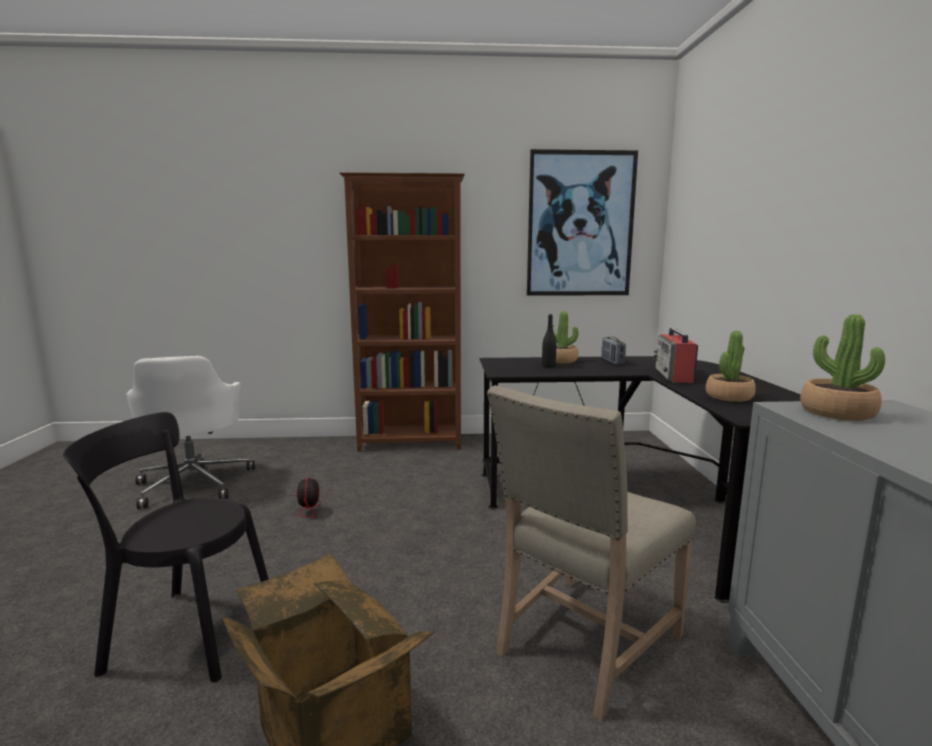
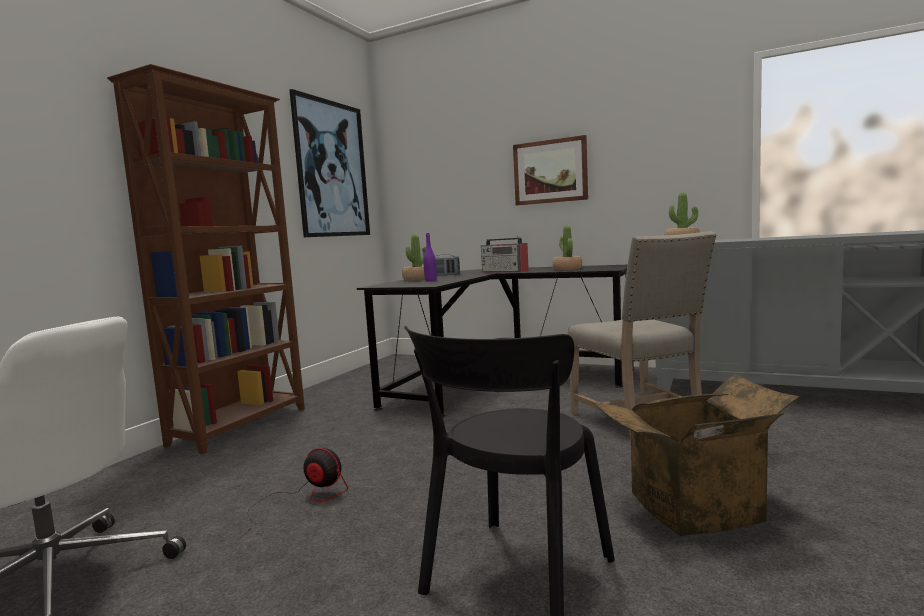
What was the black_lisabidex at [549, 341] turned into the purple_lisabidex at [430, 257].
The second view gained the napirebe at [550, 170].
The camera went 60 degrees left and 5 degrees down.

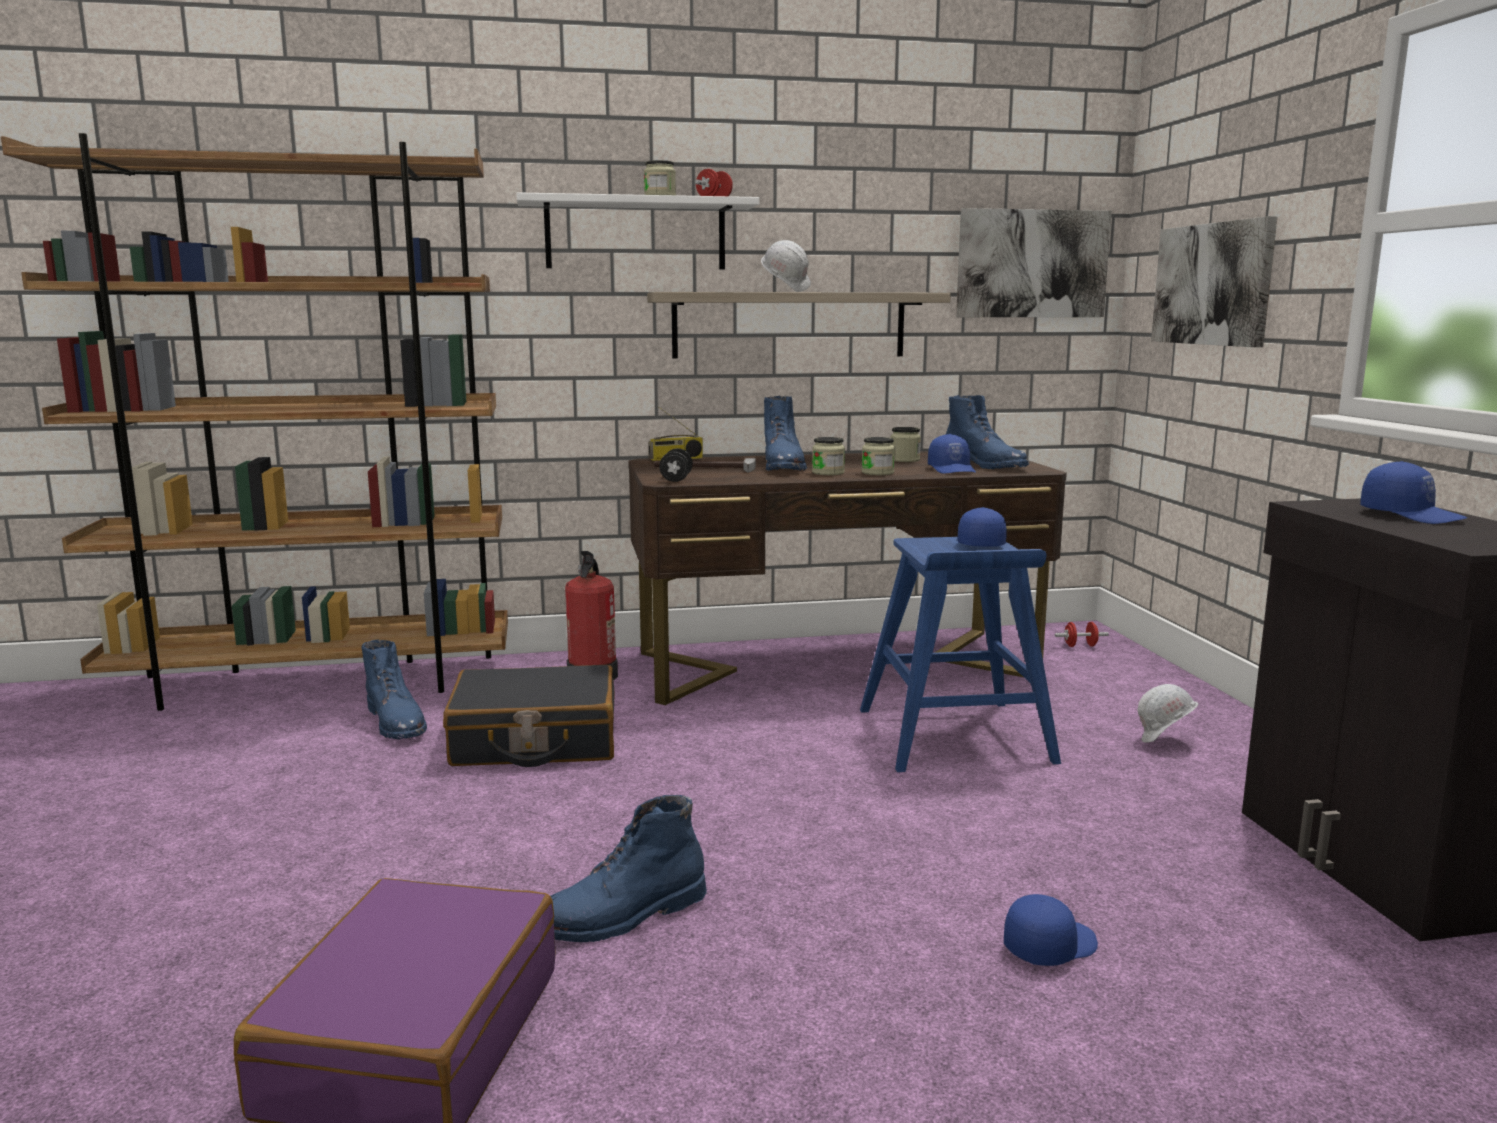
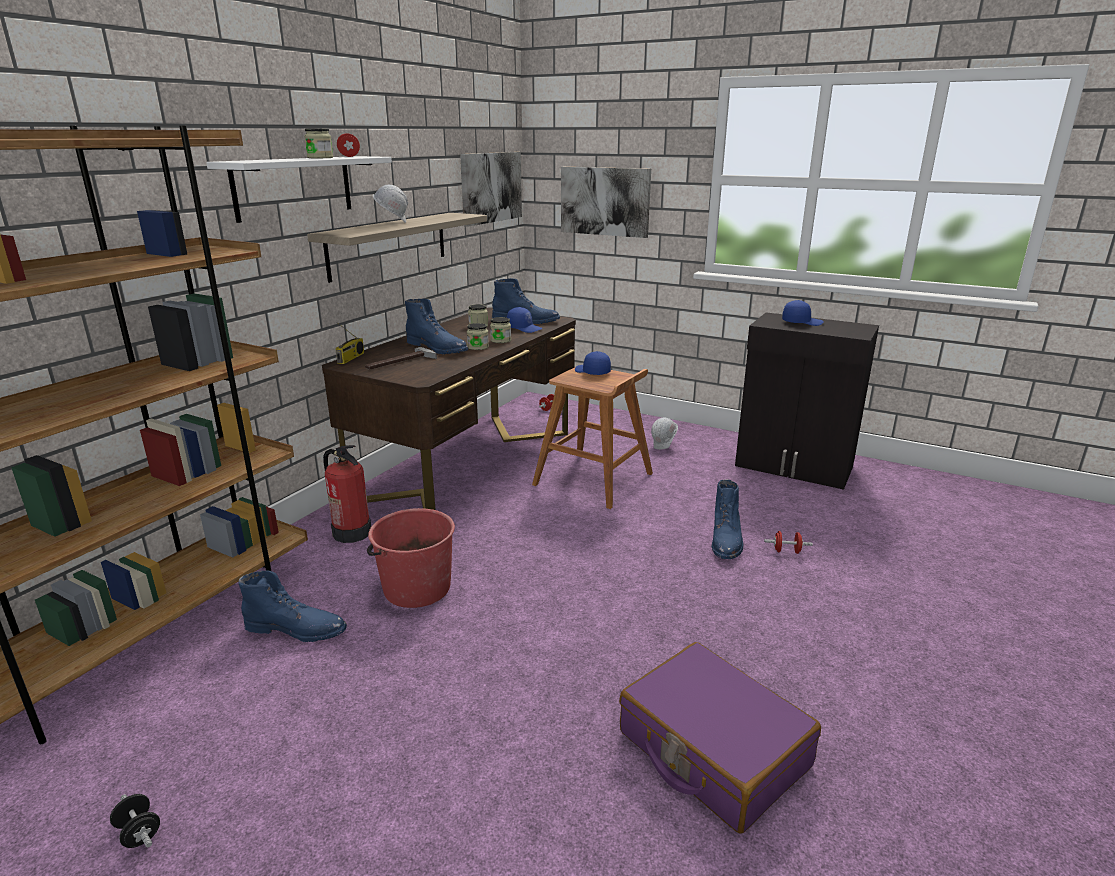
The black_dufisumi ended up elsewhere, having gone from [676, 465] to [135, 821].
What was the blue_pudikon at [960, 654] turned into the brown_pudikon at [592, 438].
Where the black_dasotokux stood at [529, 716], the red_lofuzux came to stand at [411, 558].
The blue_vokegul ended up elsewhere, having gone from [629, 868] to [727, 519].
Where the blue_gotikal stood at [1051, 930], the red_dufisumi came to stand at [788, 542].
The camera went 50 degrees left and 10 degrees up.

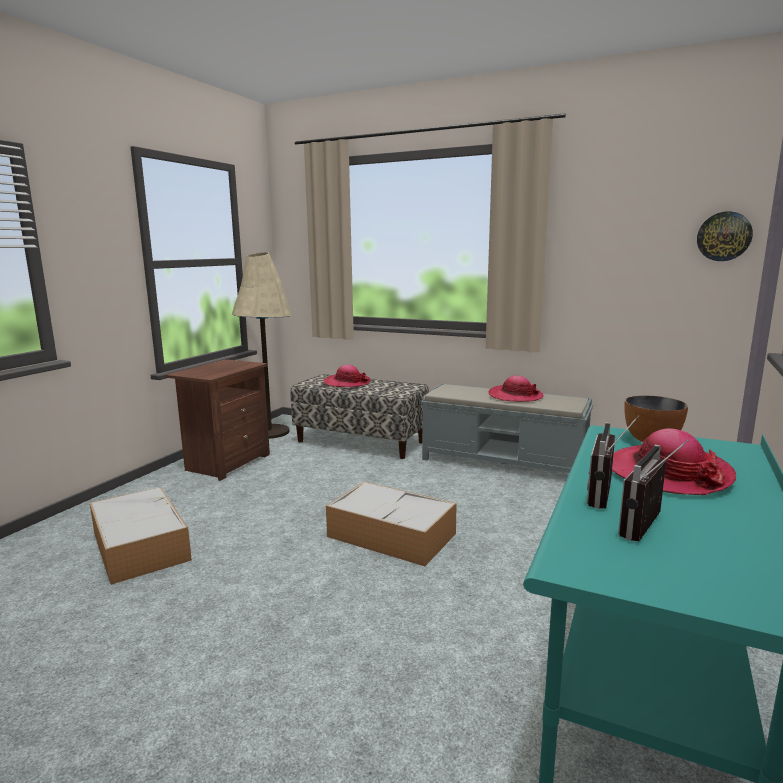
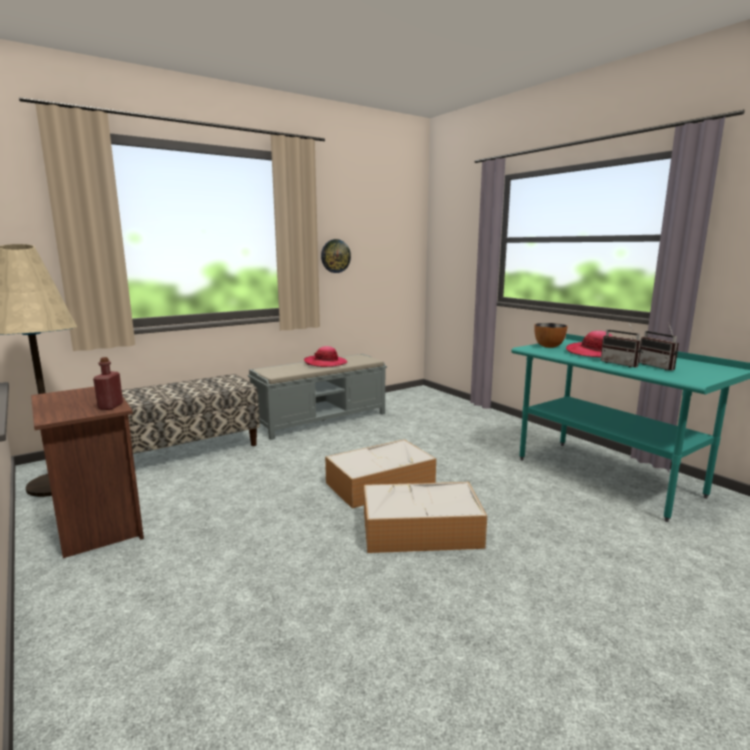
The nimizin ended up elsewhere, having gone from [725, 236] to [336, 256].
The second view lost the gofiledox at [347, 376].
The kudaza ended up elsewhere, having gone from [141, 536] to [425, 517].
The second view gained the red_lisabidex at [108, 383].
The camera went 60 degrees left and 0 degrees up.

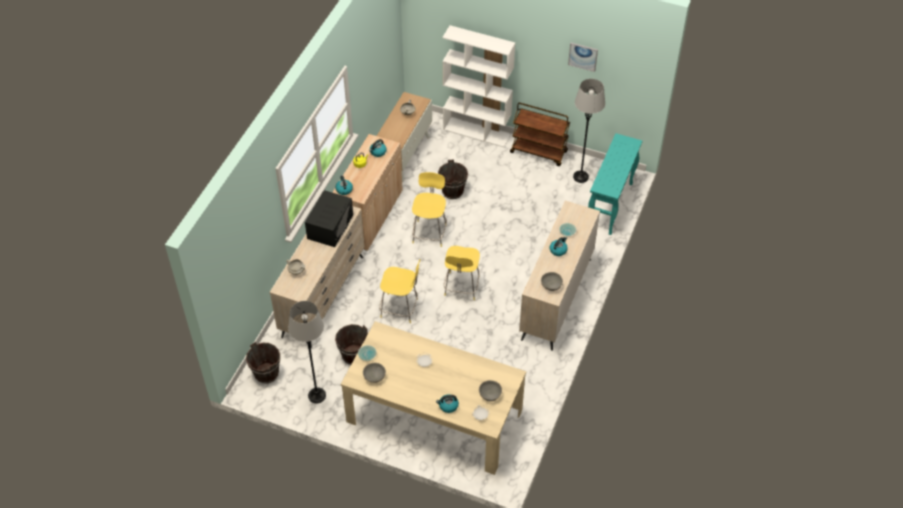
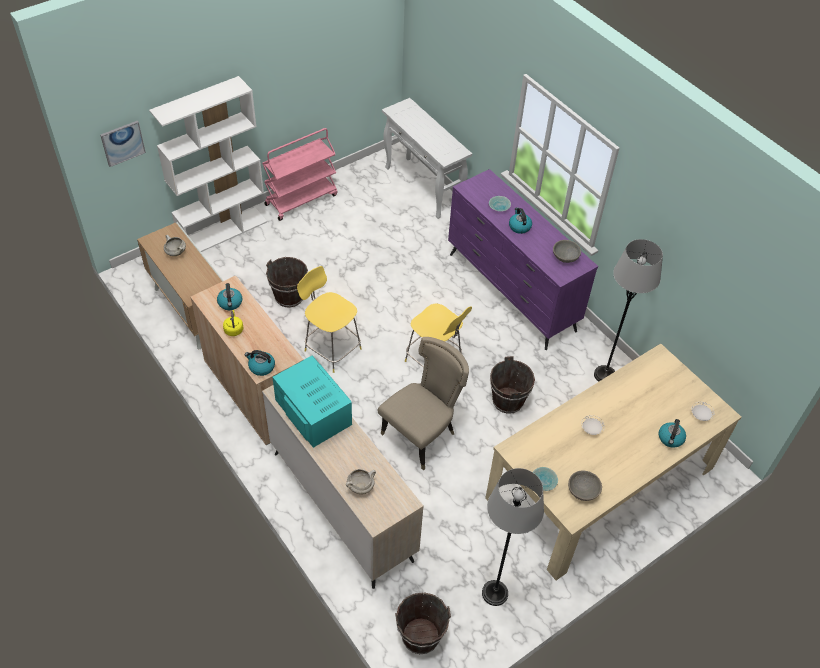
The napirebe ended up elsewhere, having gone from [583, 57] to [123, 144].
The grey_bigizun ended up elsewhere, having gone from [589, 131] to [628, 310].
What was the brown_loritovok at [540, 134] turned into the pink_loritovok at [300, 174].
What was the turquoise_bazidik at [615, 184] turned into the white_bazidik at [427, 158].
What was the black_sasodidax at [329, 218] turned into the turquoise_sasodidax at [312, 402].
What was the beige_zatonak at [559, 276] turned into the purple_zatonak at [523, 259].
Where the yellow_pudikon stood at [400, 291], the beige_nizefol came to stand at [423, 404].
The brown_lofuzux ended up elsewhere, having gone from [351, 344] to [512, 385].
The second view lost the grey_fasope at [490, 390].
The camera went 60 degrees left and 0 degrees up.

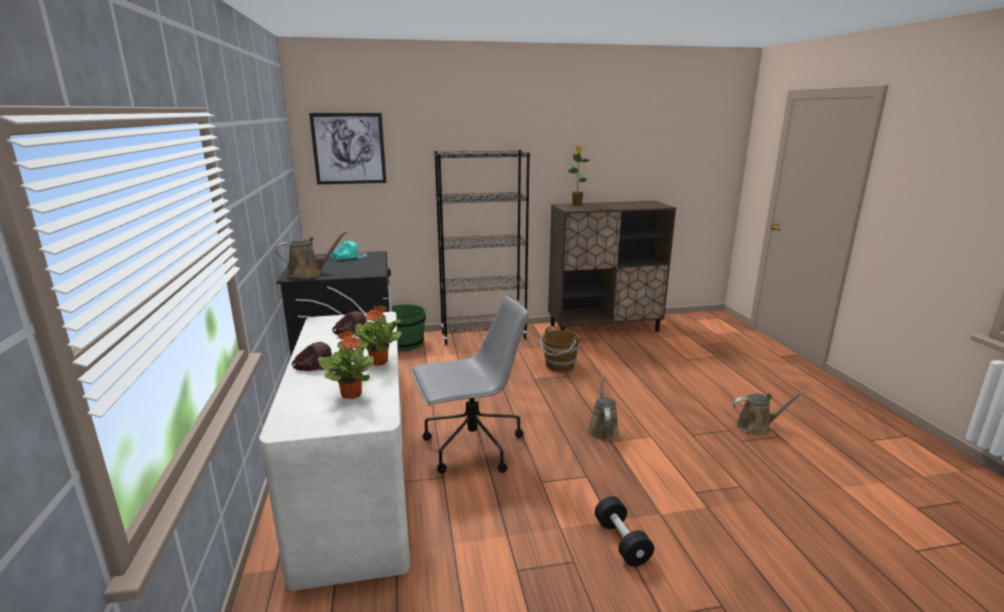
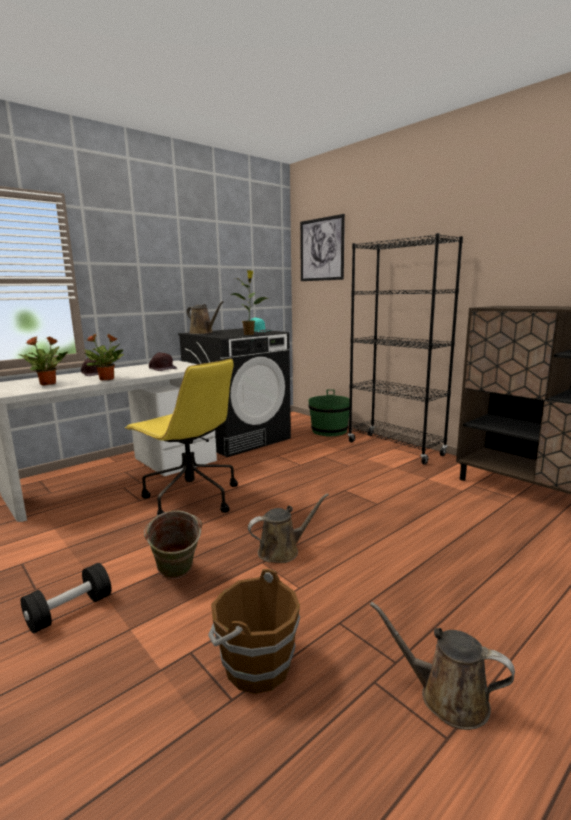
The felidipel ended up elsewhere, having gone from [579, 175] to [249, 302].
What was the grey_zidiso at [470, 384] turned into the yellow_zidiso at [181, 437].
The brown_lofuzux ended up elsewhere, having gone from [560, 349] to [254, 631].
The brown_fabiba at [769, 413] ended up facing another way, 150 degrees clockwise from before.
The second view gained the green_lofuzux at [173, 544].
The camera went 60 degrees right and 5 degrees down.

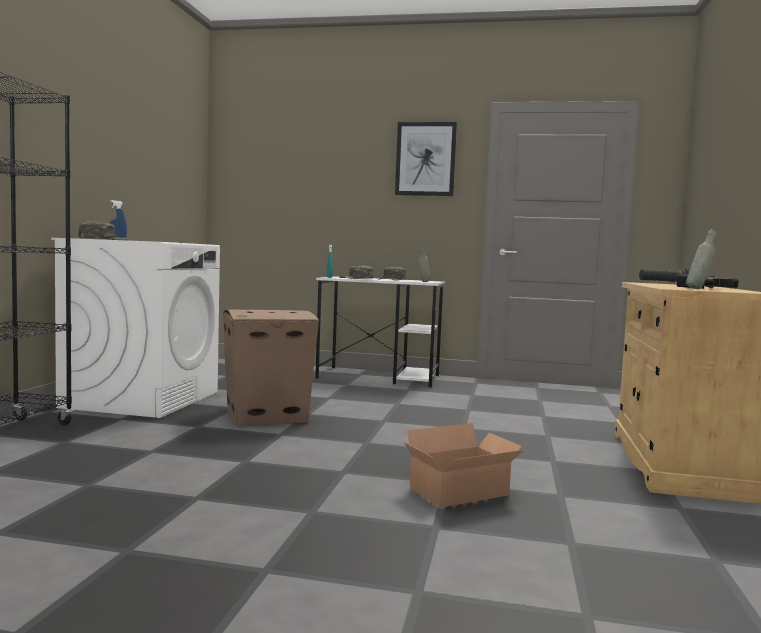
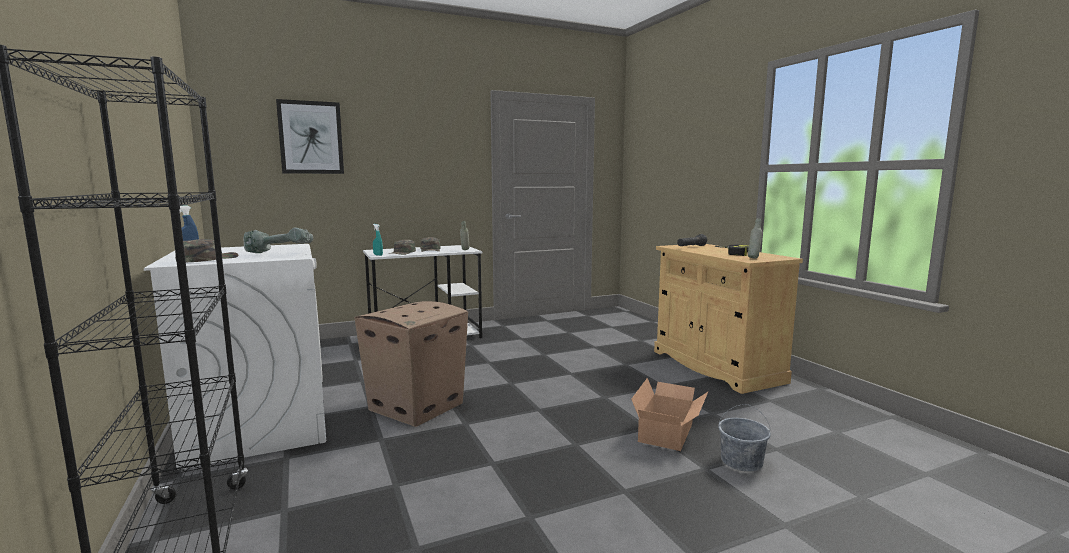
The napirebe ended up elsewhere, having gone from [426, 159] to [310, 136].
The second view gained the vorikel at [278, 240].
The second view gained the grey_lofuzux at [744, 438].
The camera went 35 degrees left and 5 degrees up.

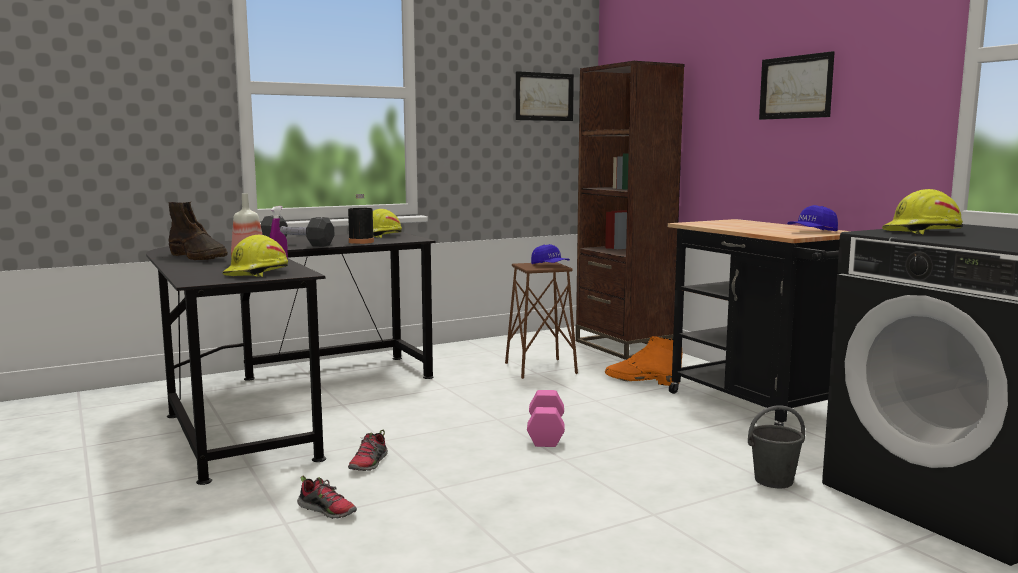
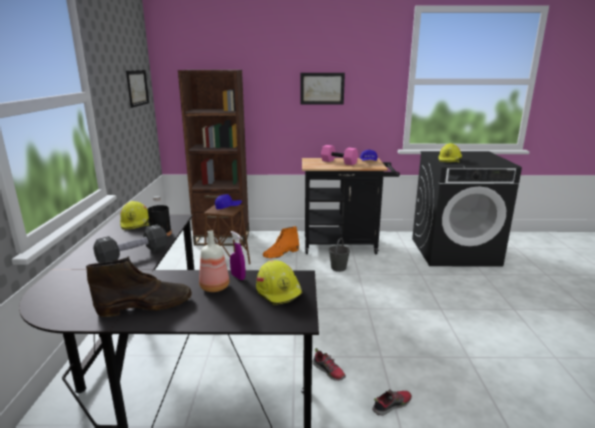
The pink_dufisumi ended up elsewhere, having gone from [546, 418] to [339, 155].
The grey_lofuzux ended up elsewhere, having gone from [776, 446] to [339, 255].
The camera went 60 degrees left and 10 degrees up.

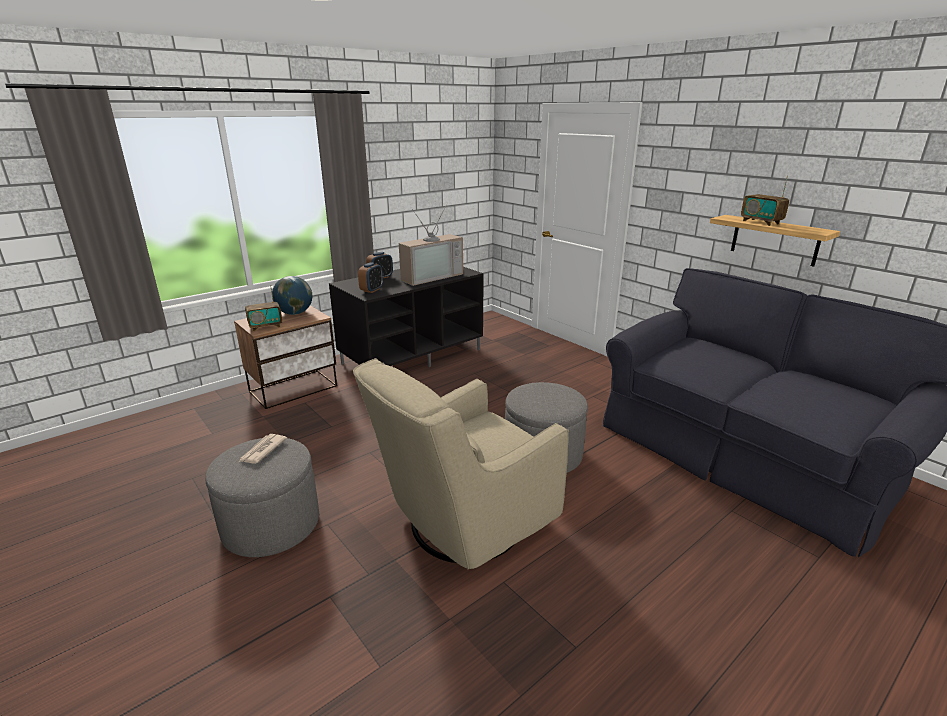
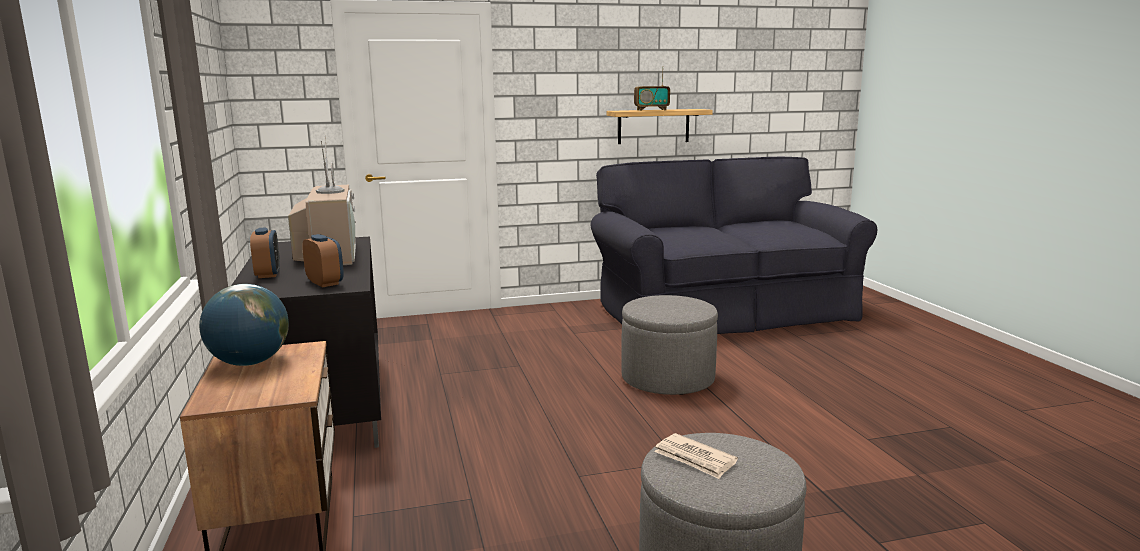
The second view lost the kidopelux at [263, 308].
The second view lost the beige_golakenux at [461, 463].
The camera went 65 degrees left and 10 degrees down.

